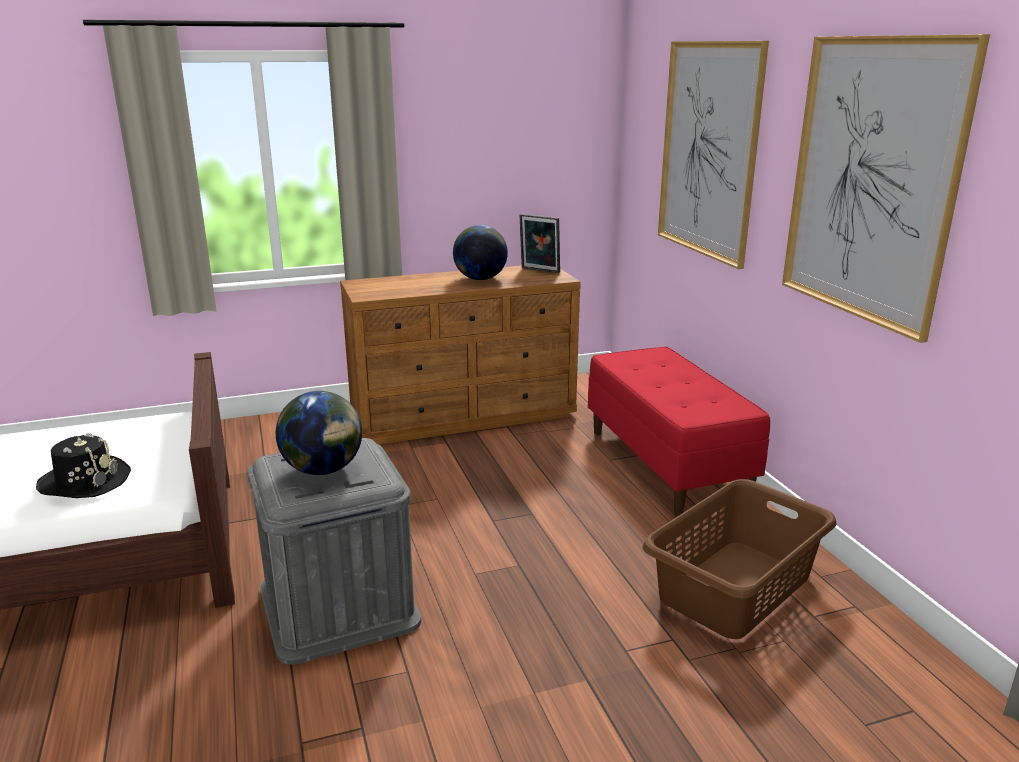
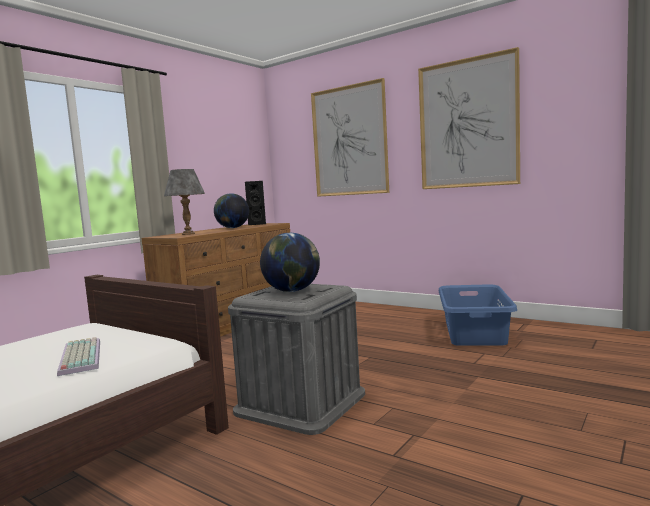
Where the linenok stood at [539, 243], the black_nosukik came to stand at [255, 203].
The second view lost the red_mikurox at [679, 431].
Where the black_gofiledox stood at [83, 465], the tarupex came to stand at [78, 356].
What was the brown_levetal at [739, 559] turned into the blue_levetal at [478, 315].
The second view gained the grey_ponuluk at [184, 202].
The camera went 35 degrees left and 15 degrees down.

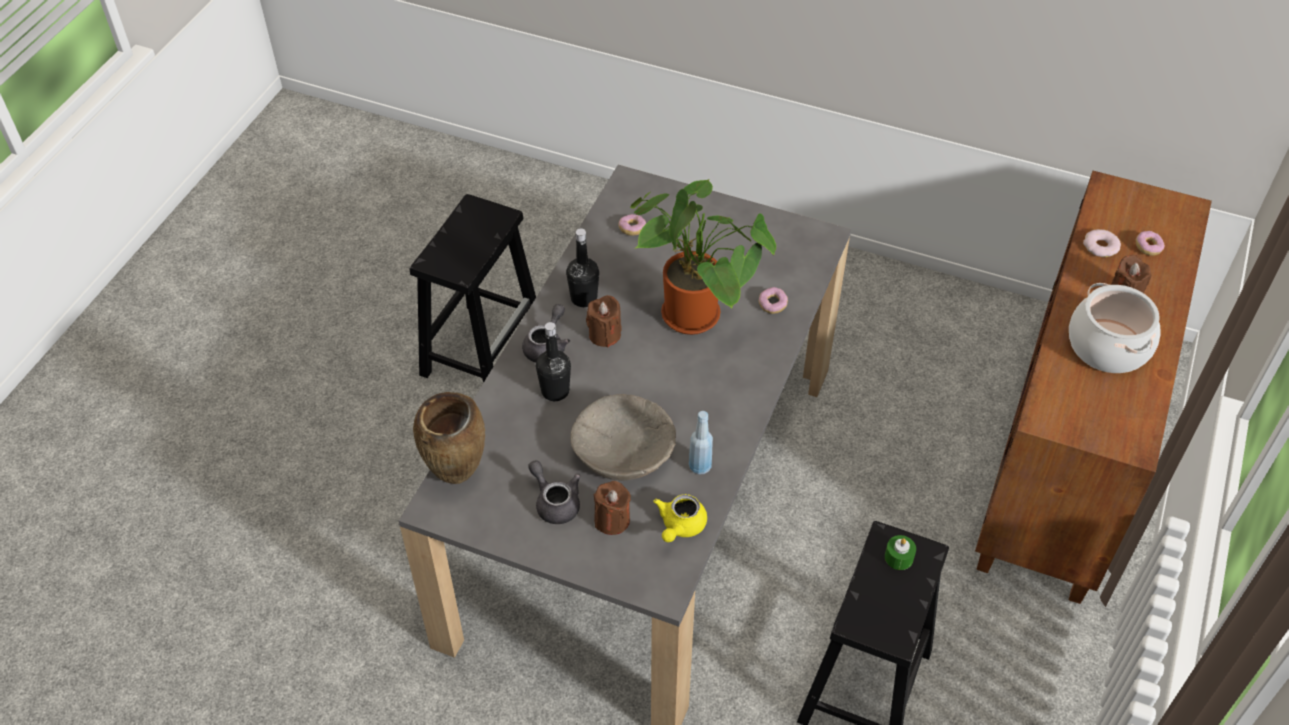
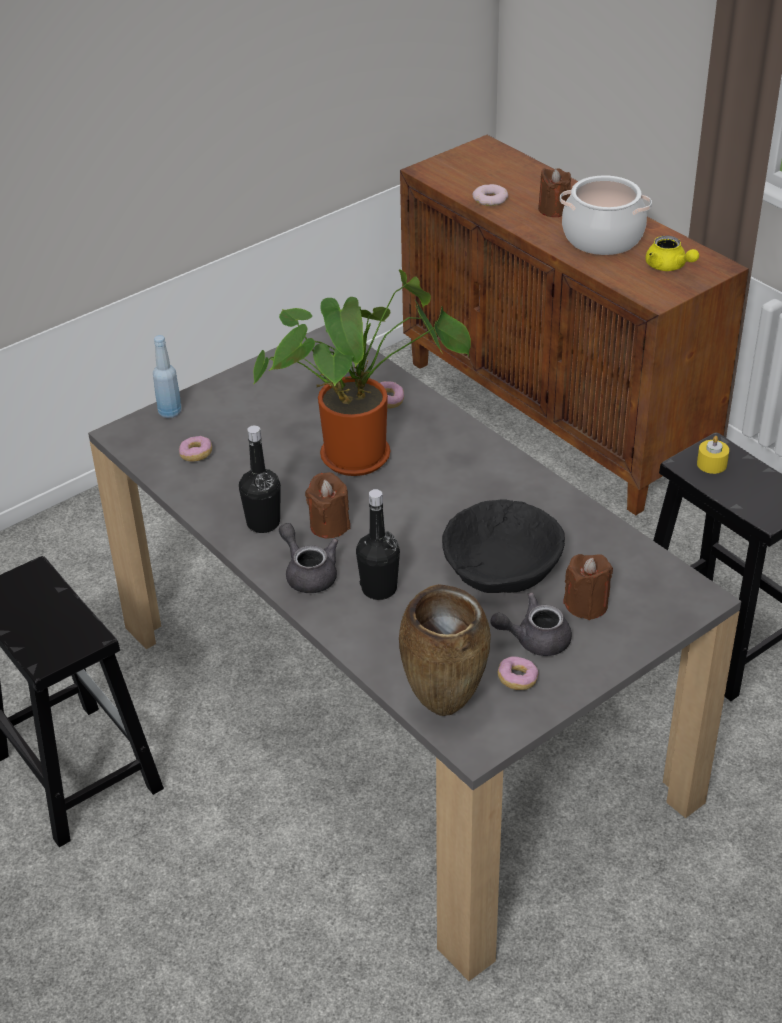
The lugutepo ended up elsewhere, having gone from [1150, 243] to [518, 673].
What was the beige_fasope at [623, 437] turned into the black_fasope at [503, 546].
The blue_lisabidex ended up elsewhere, having gone from [701, 442] to [167, 376].
The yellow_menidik ended up elsewhere, having gone from [680, 518] to [672, 253].
What was the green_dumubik at [900, 552] turned into the yellow_dumubik at [713, 455].
The camera went 60 degrees left and 10 degrees down.

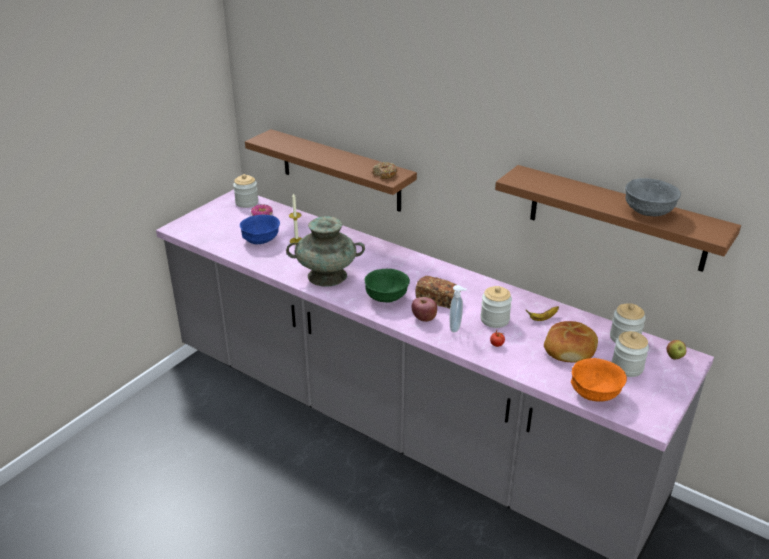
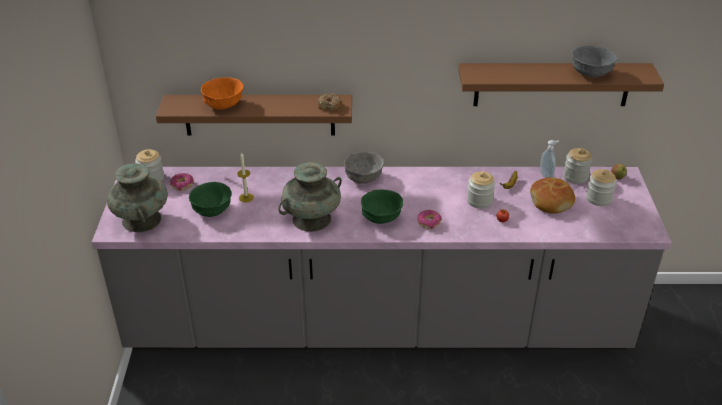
What was the blue_fasope at [260, 229] turned into the green_fasope at [210, 199].
The second view lost the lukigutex at [438, 292].
The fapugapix ended up elsewhere, having gone from [458, 309] to [549, 159].
Where the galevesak stood at [424, 309], the lugutepo came to stand at [429, 219].
The orange_fasope ended up elsewhere, having gone from [599, 380] to [222, 93].
The second view gained the grey_fasope at [364, 168].
The second view gained the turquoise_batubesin at [137, 198].
The camera went 35 degrees left and 5 degrees up.

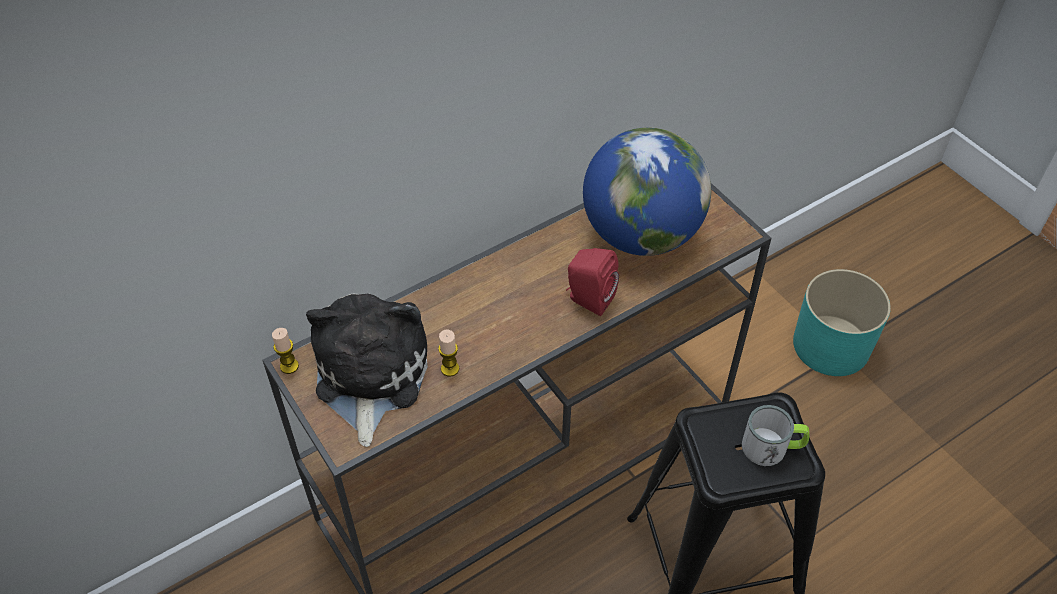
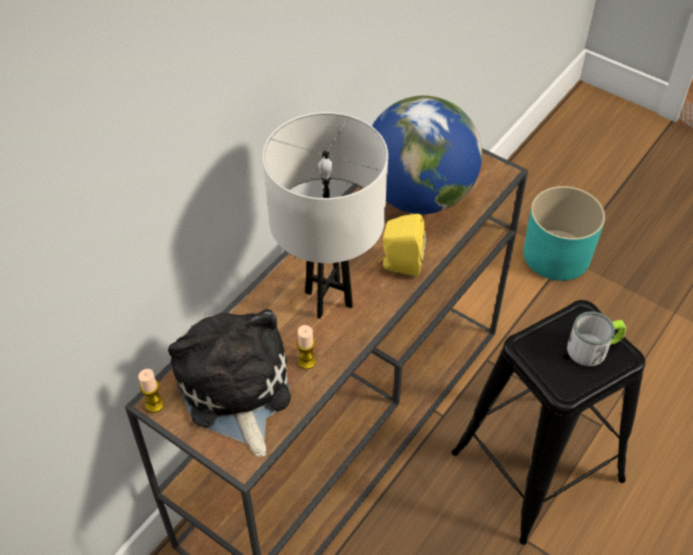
What was the red_nosukik at [592, 282] turned into the yellow_nosukik at [402, 245].
The second view gained the white_ponuluk at [325, 215].
The camera went 20 degrees left and 0 degrees up.

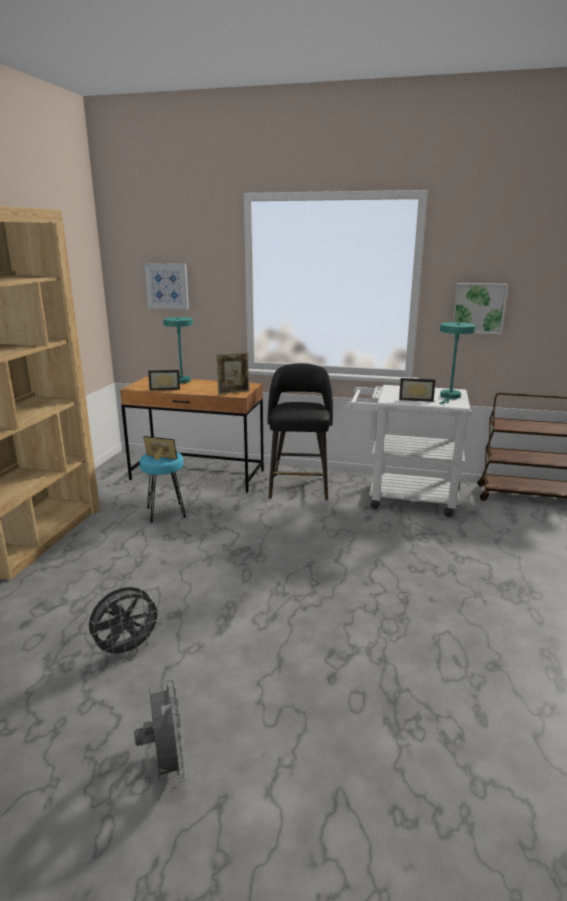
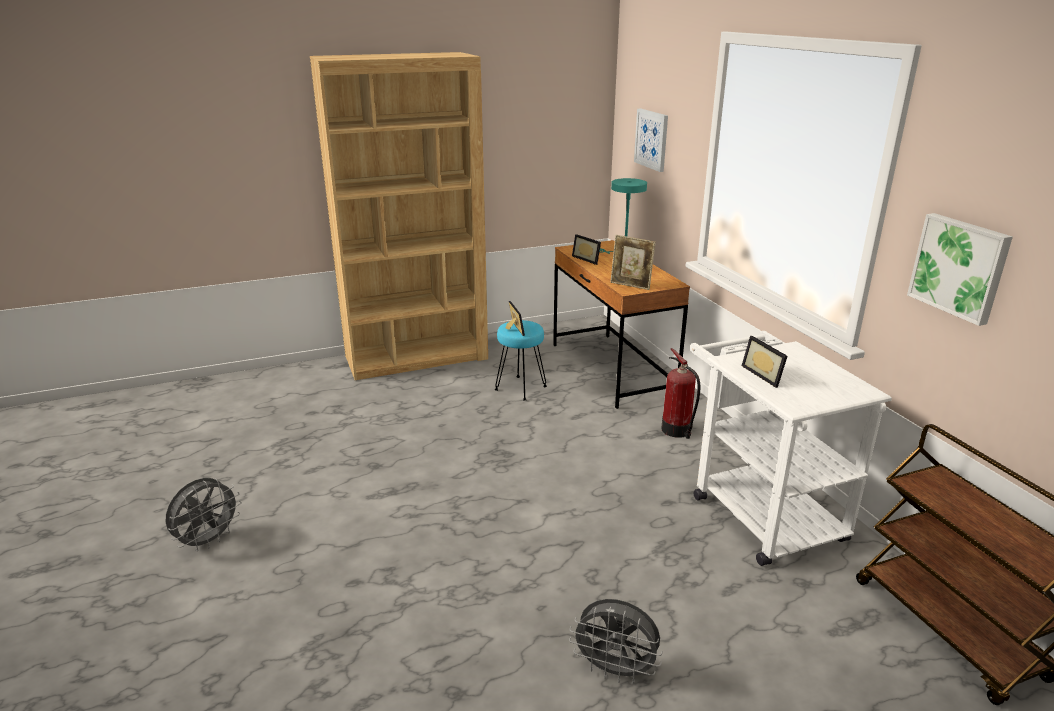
The second view lost the turquoise_ponuluk at [457, 363].
Where the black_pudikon stood at [300, 431], the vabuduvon came to stand at [680, 393].
The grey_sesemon ended up elsewhere, having gone from [126, 623] to [616, 641].
The camera went 55 degrees right and 5 degrees up.

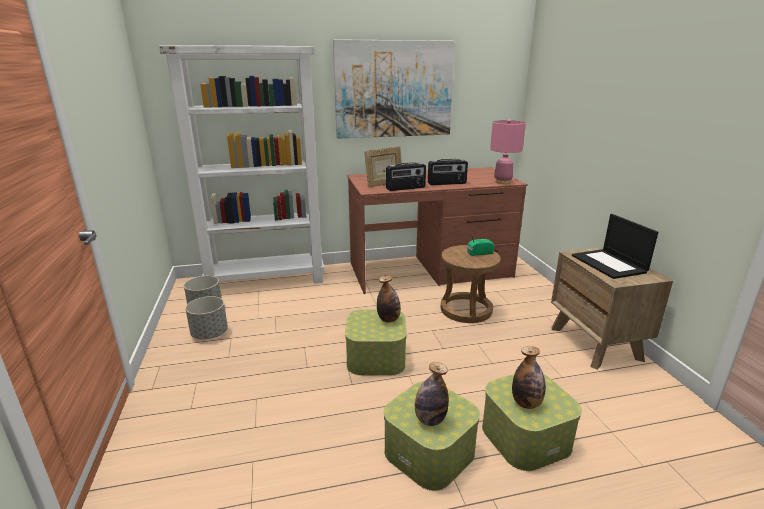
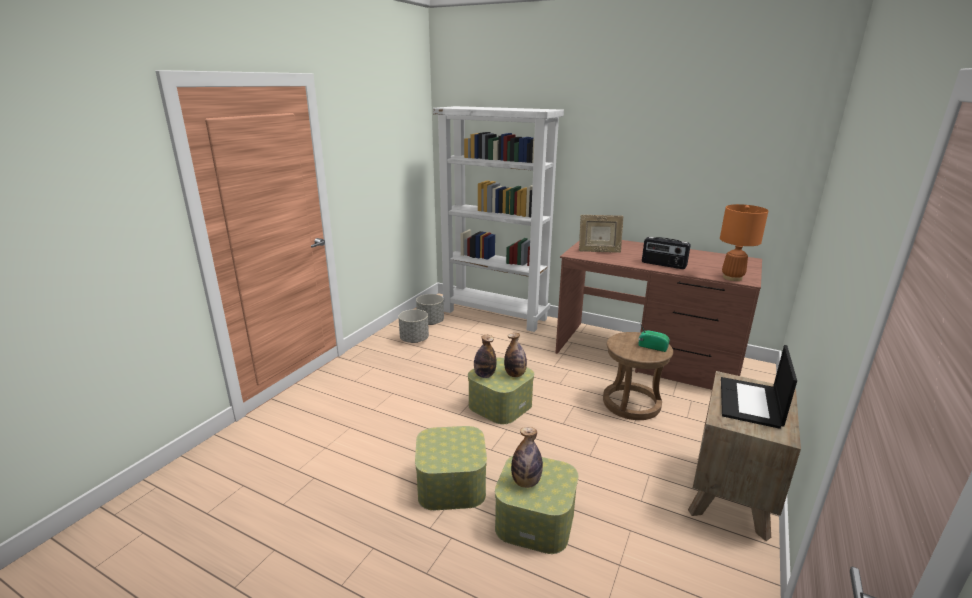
The second view lost the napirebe at [394, 89].
What was the pink_ponuluk at [508, 151] turned into the orange_ponuluk at [744, 242].
The second view lost the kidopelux at [406, 176].
The lisabidex ended up elsewhere, having gone from [432, 394] to [485, 356].
The camera went 40 degrees right and 0 degrees up.

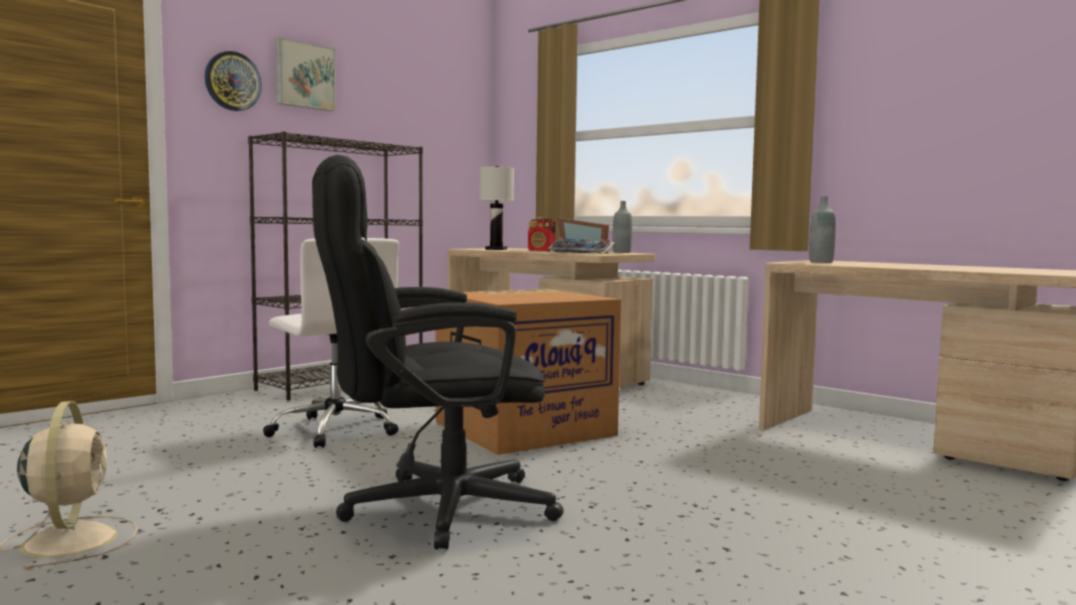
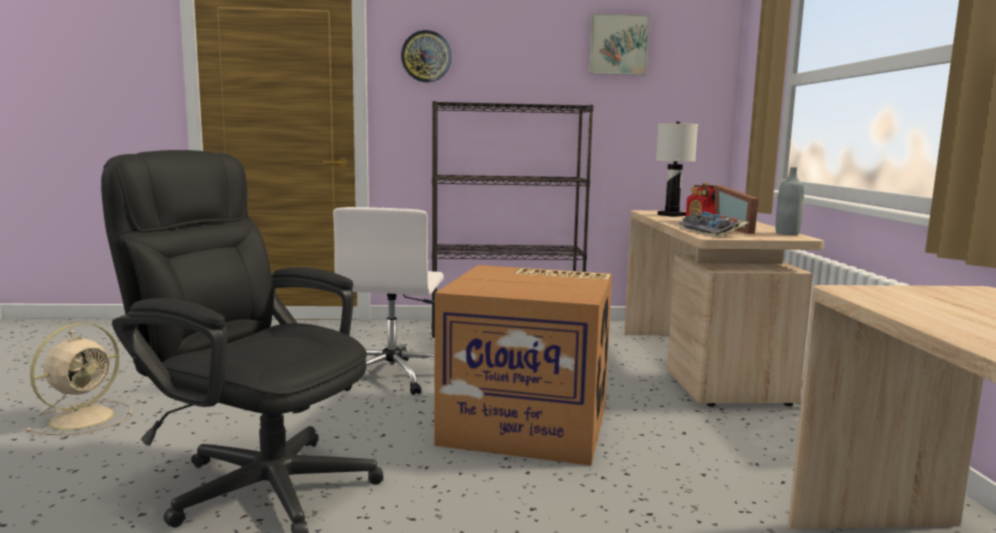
The napirebe ended up elsewhere, having gone from [305, 74] to [619, 44].
The second view lost the grey_lisabidex at [822, 229].
The camera went 45 degrees right and 5 degrees up.

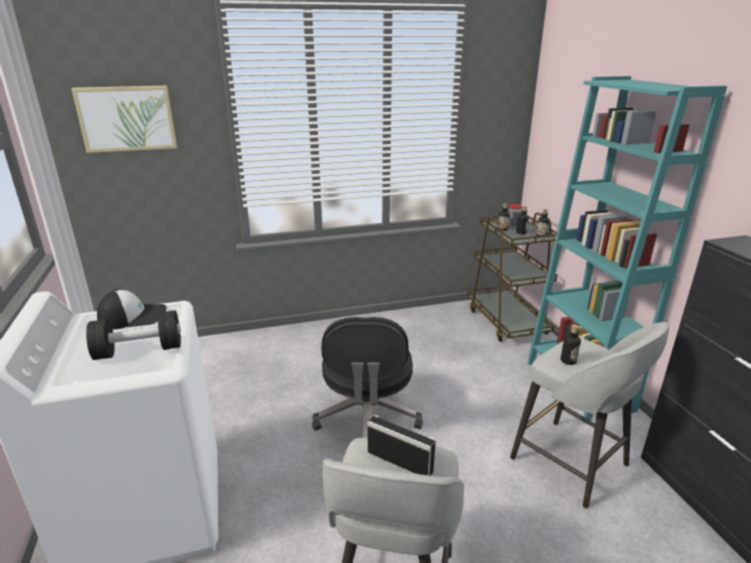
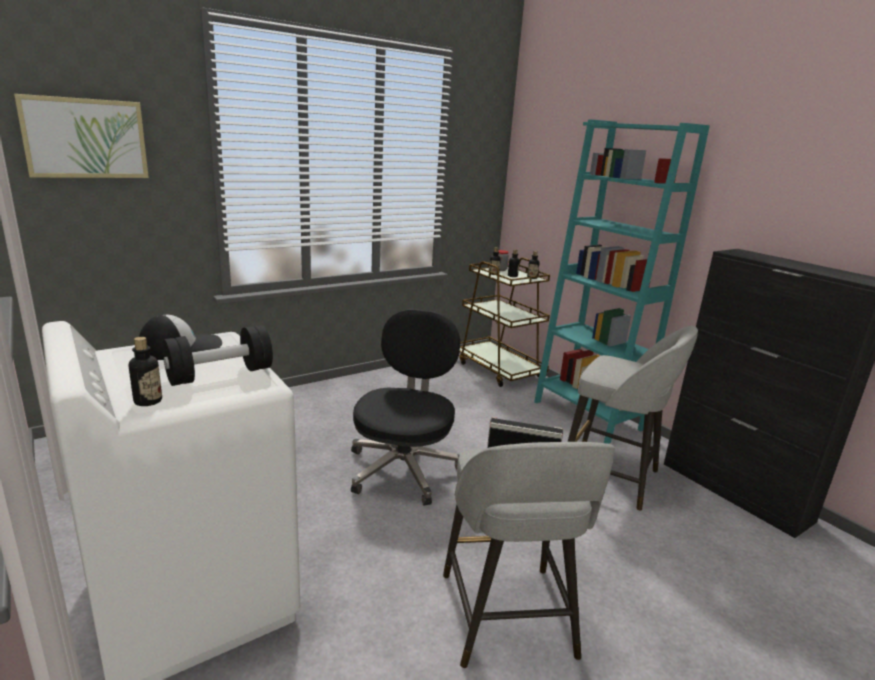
The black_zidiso at [367, 377] ended up facing another way, 150 degrees counterclockwise from before.
The lisabidex ended up elsewhere, having gone from [571, 344] to [145, 371].
The camera went 20 degrees left and 5 degrees down.

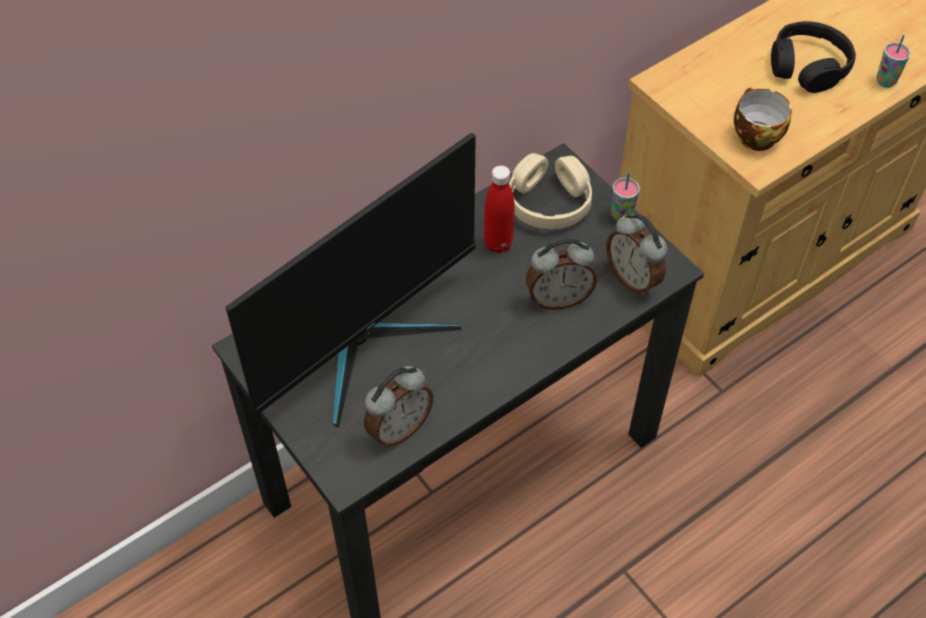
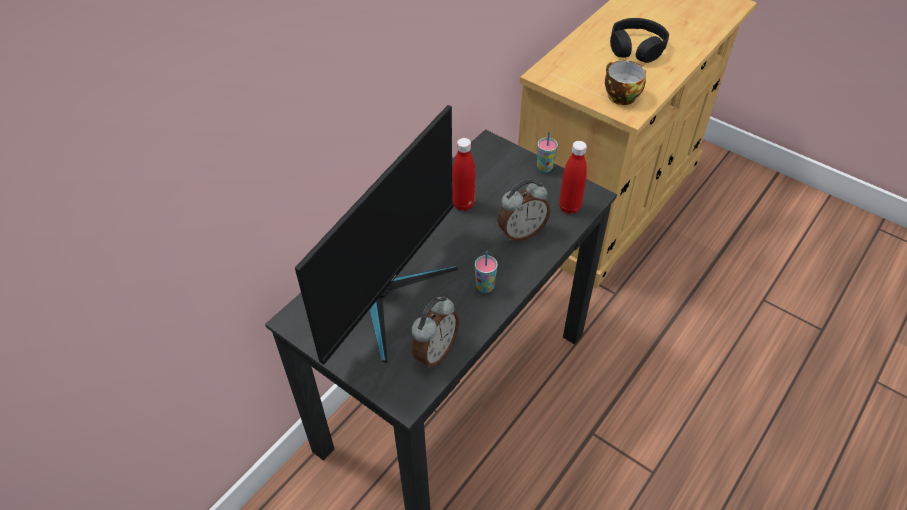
The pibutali ended up elsewhere, having gone from [893, 61] to [486, 272].
The second view lost the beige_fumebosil at [550, 191].
Where the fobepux stood at [637, 254], the red_lisabidex came to stand at [573, 177].
The camera went 15 degrees left and 5 degrees down.

